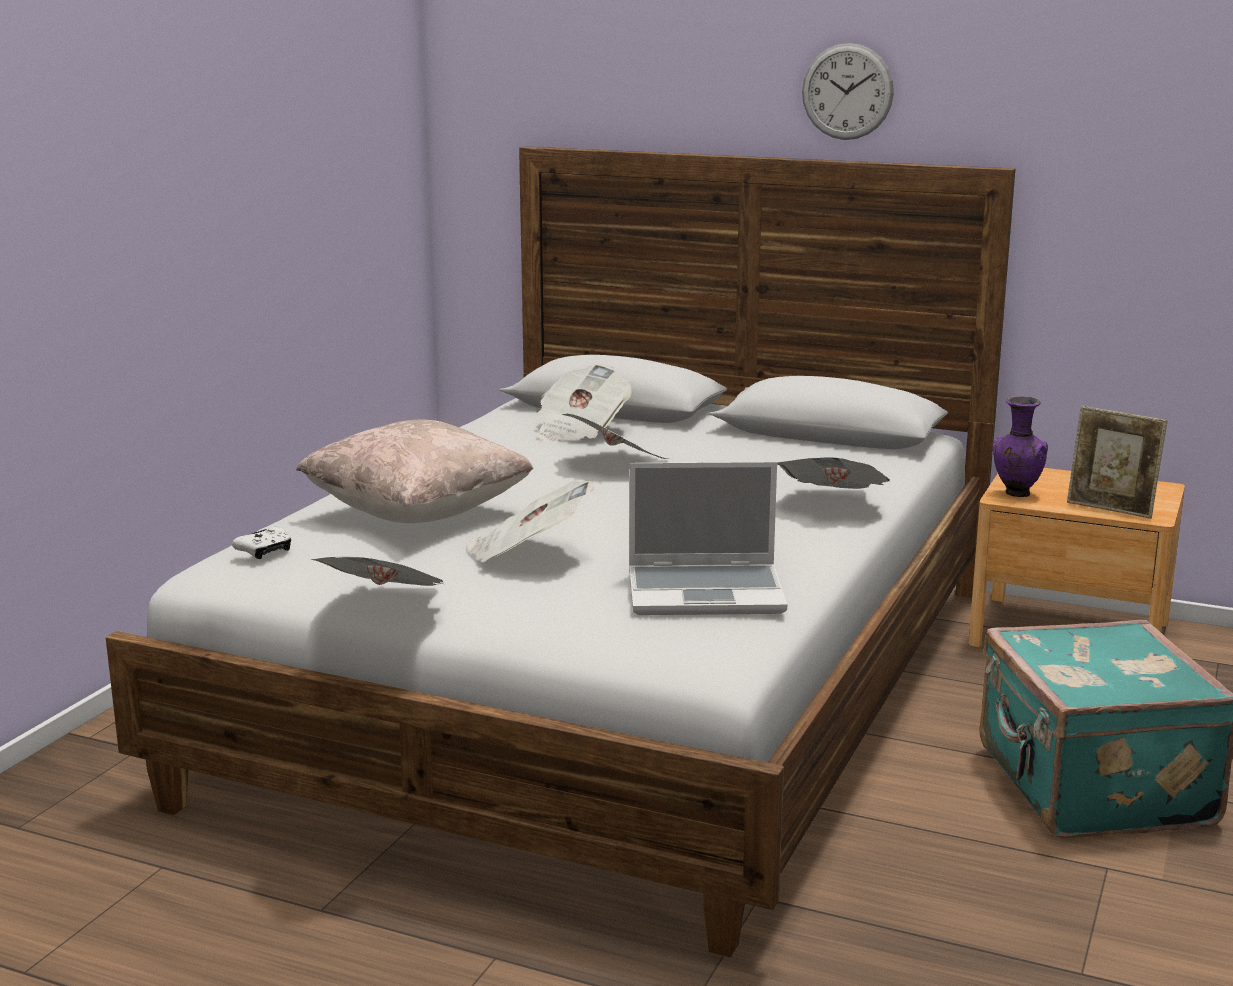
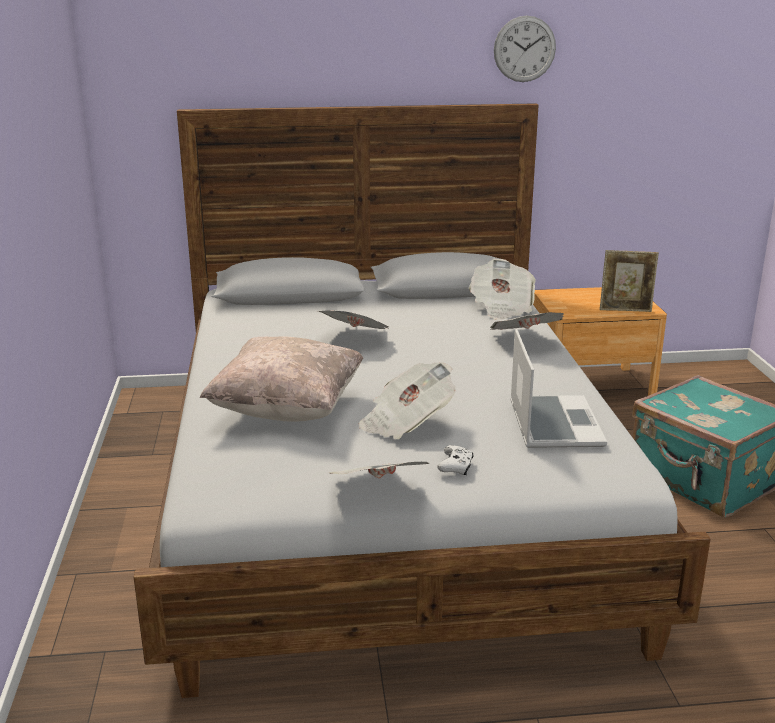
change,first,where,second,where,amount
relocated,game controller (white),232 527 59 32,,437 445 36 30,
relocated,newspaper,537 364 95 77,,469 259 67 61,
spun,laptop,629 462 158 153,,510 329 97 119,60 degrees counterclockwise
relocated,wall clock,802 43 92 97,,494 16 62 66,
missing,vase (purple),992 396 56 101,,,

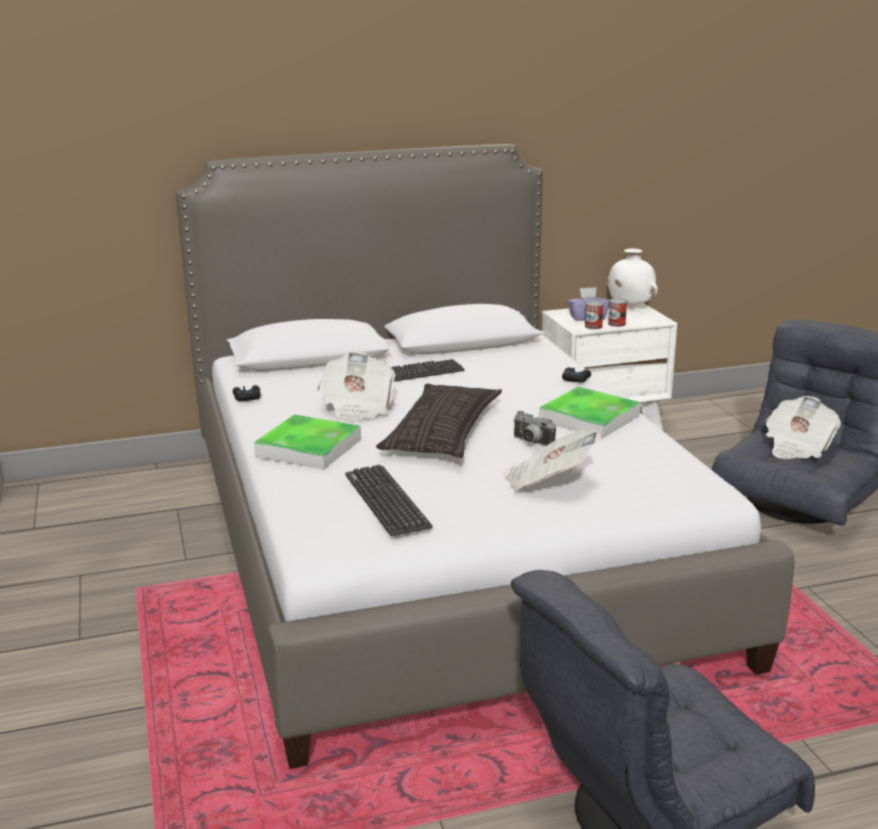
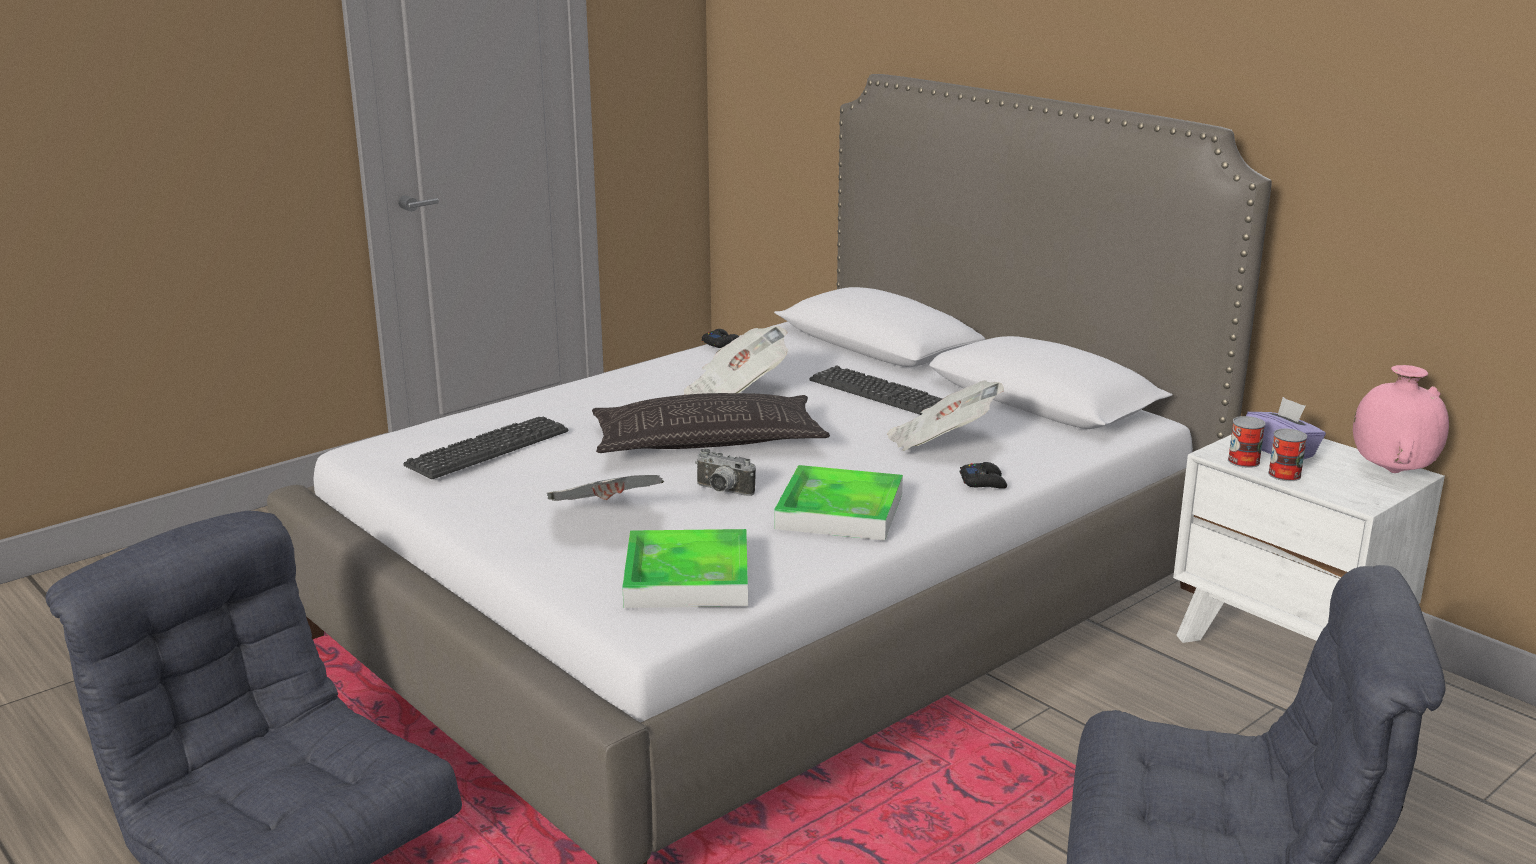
change,first,where,second,where,amount
relocated,tray,254 415 107 54,,622 529 126 79,
spun,photo camera,513 411 43 35,,695 448 61 48,75 degrees counterclockwise
colour,vase (white),606 249 52 59,vase (pink),1353 365 96 108,
relocated,newspaper,766 396 75 63,,887 380 117 71,

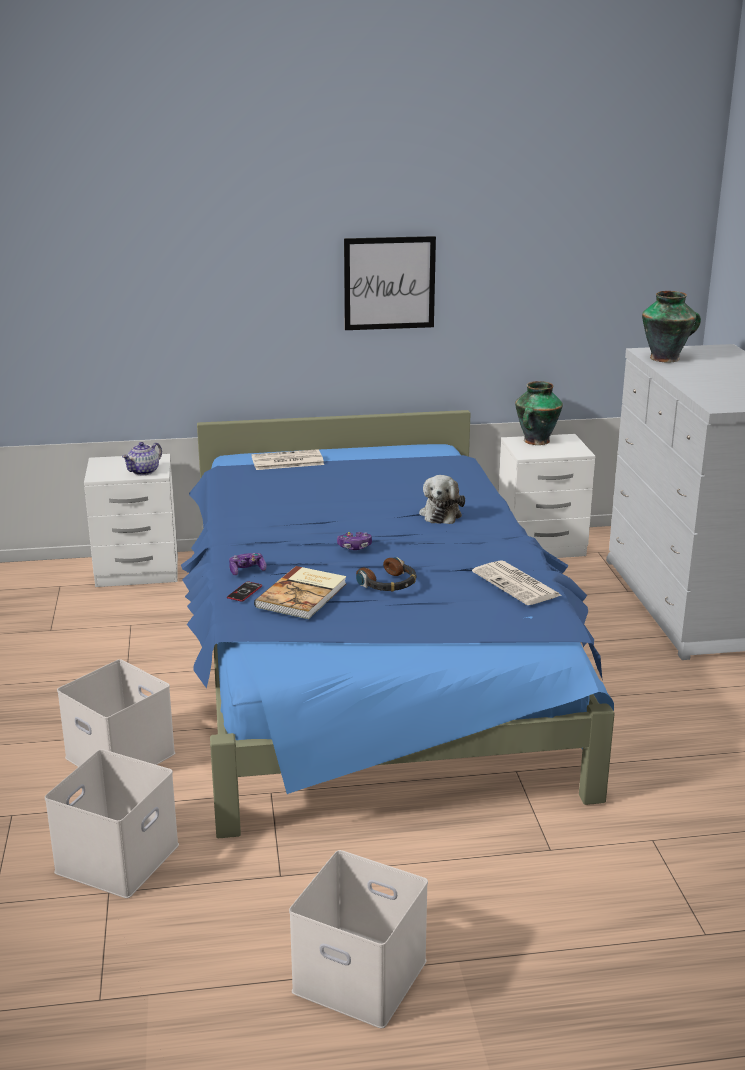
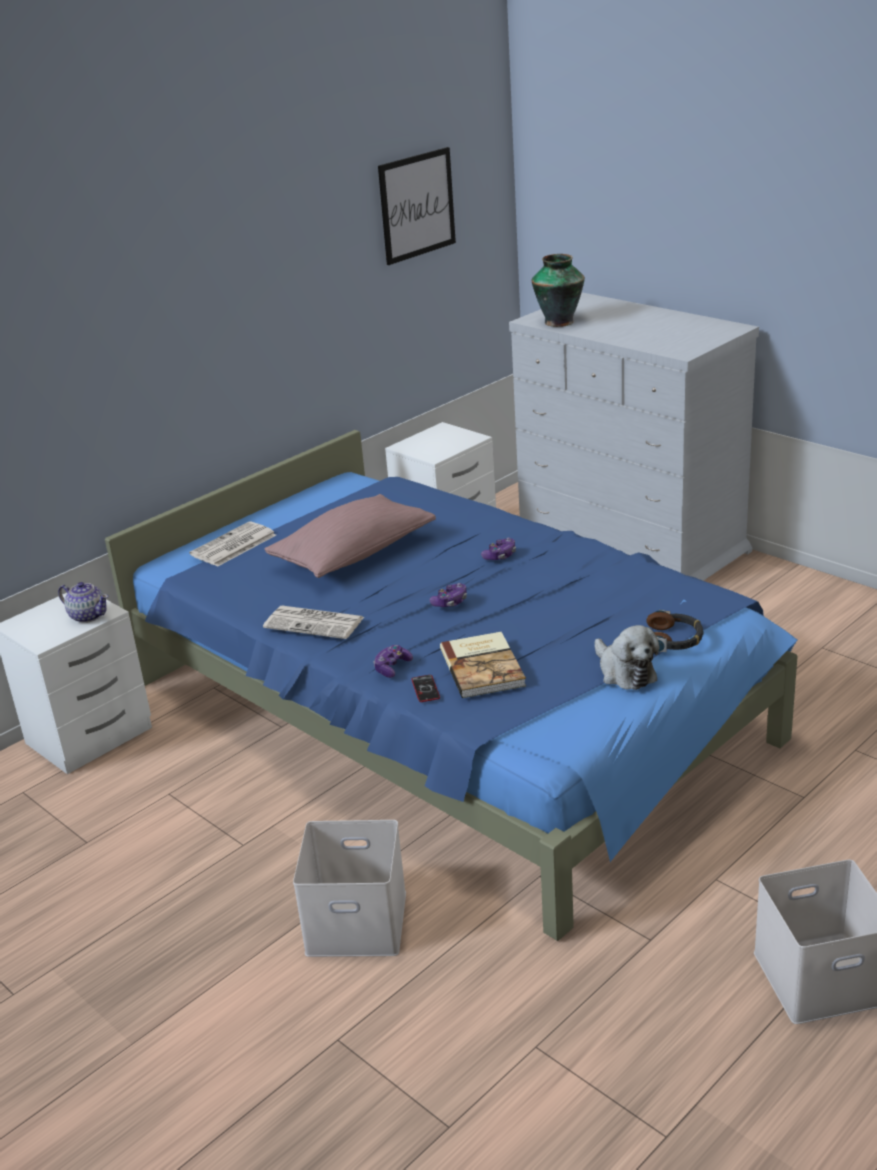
change,first,where,second,where,amount
missing,storage box (white),45 749 134 149,,,
spun,teapot,122 442 40 33,,58 582 50 41,60 degrees counterclockwise
relocated,picture,344 236 92 94,,378 147 78 118,
relocated,headphones,356 557 60 34,,646 610 58 42,
relocated,plush toy,419 475 46 49,,595 625 65 65,
relocated,newspaper,472 560 89 45,,263 605 101 34,
missing,vase,515 381 48 64,,,
appeared,,,pillow (pink),264 494 172 84,
appeared,,,game controller,481 537 35 23,

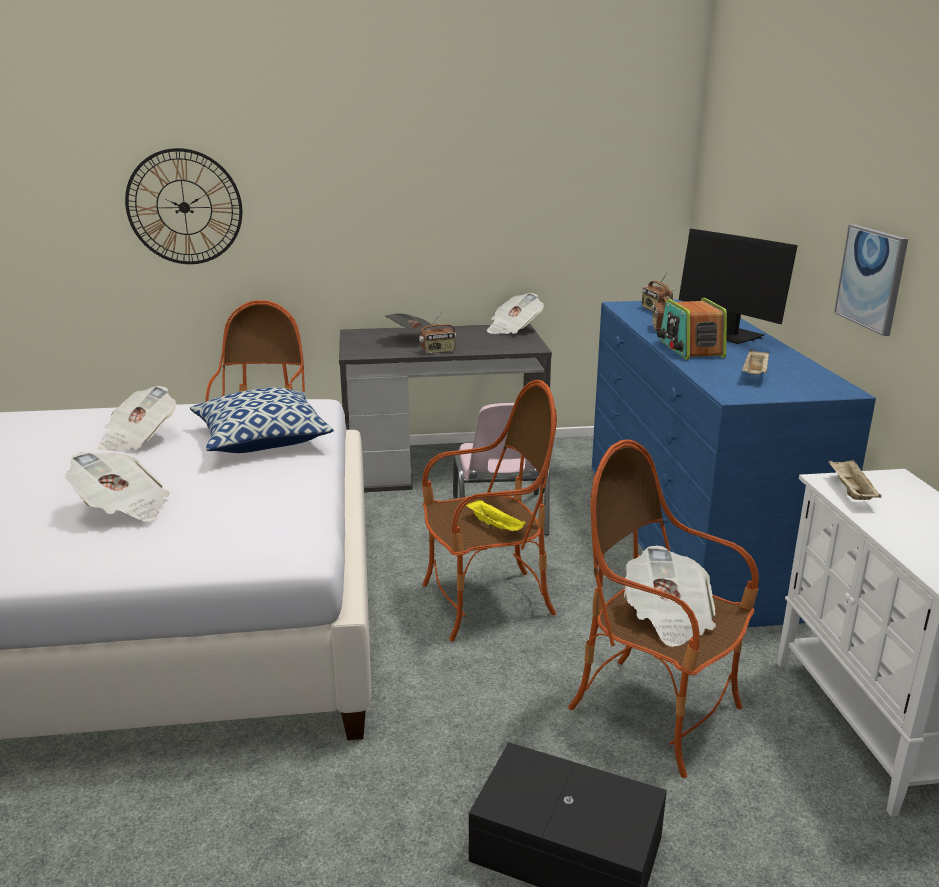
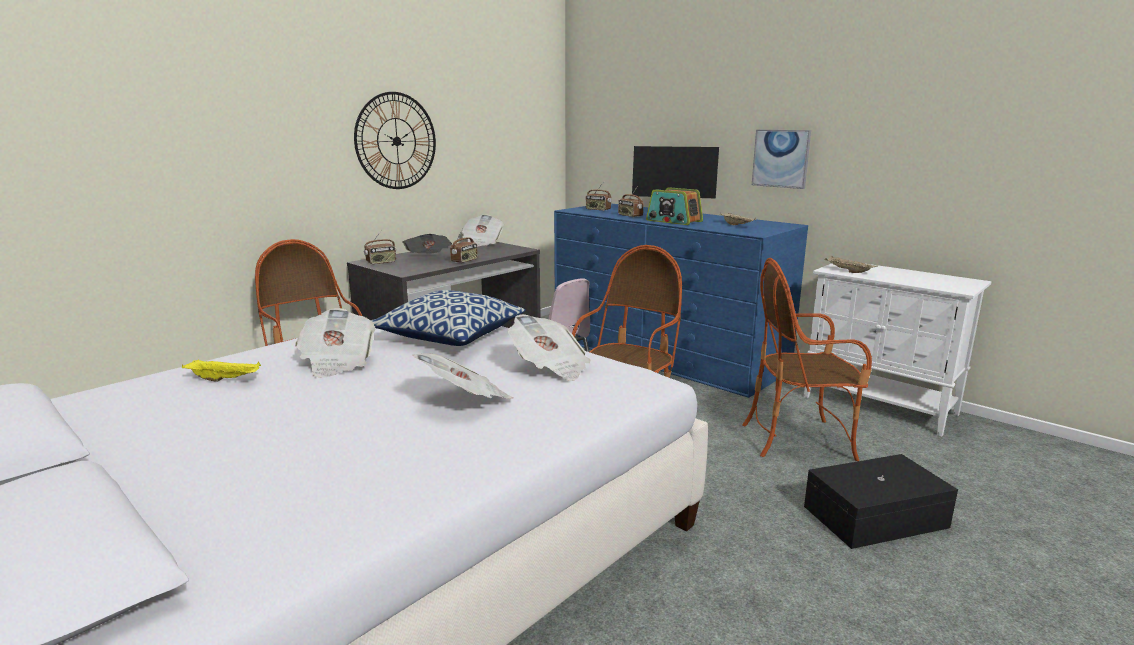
change,first,where,second,where,amount
relocated,wall clock,125 148 117 116,,354 92 82 97,
relocated,tray (yellow),466 500 60 31,,182 359 79 23,
relocated,newspaper,624 546 92 101,,508 314 83 67,
appeared,,,radio,364 230 32 35,

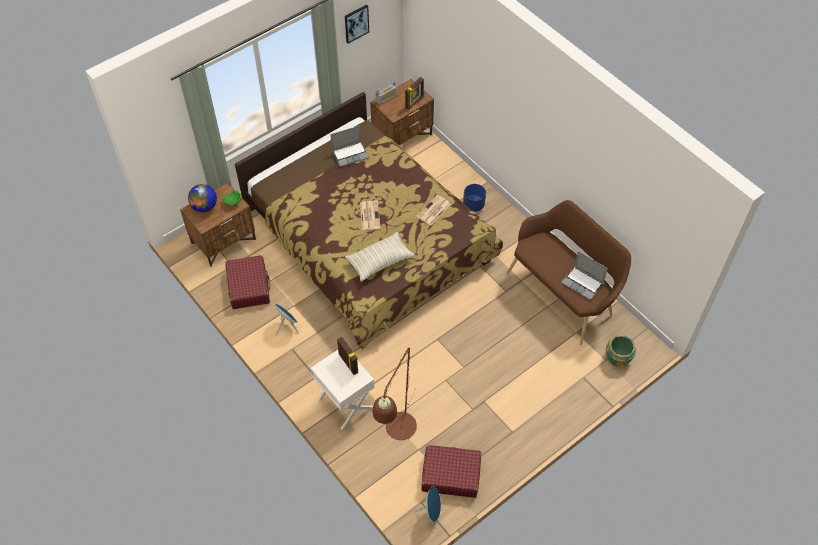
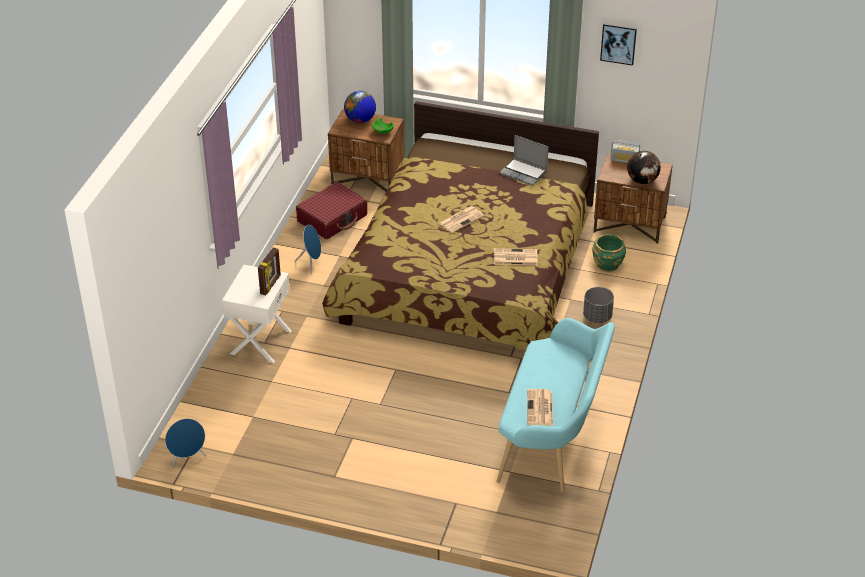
change,first,where,second,where,amount
missing,pillow,345 232 70 50,,,
missing,floor lamp (brown),373 347 54 93,,,
exchanged,picture frame,405 77 19 33,globe,627 151 34 33,
missing,suitcase (red),421 445 60 53,,,
colour,planter (blue),463 184 23 28,planter (grey),583 287 31 36,
colour,bench (brown),506 200 125 145,bench (turquoise),496 318 119 174,
exchanged,laptop,561 251 47 49,newspaper,527 389 26 37,
relocated,planter (green),606 335 30 31,,593 234 33 38,

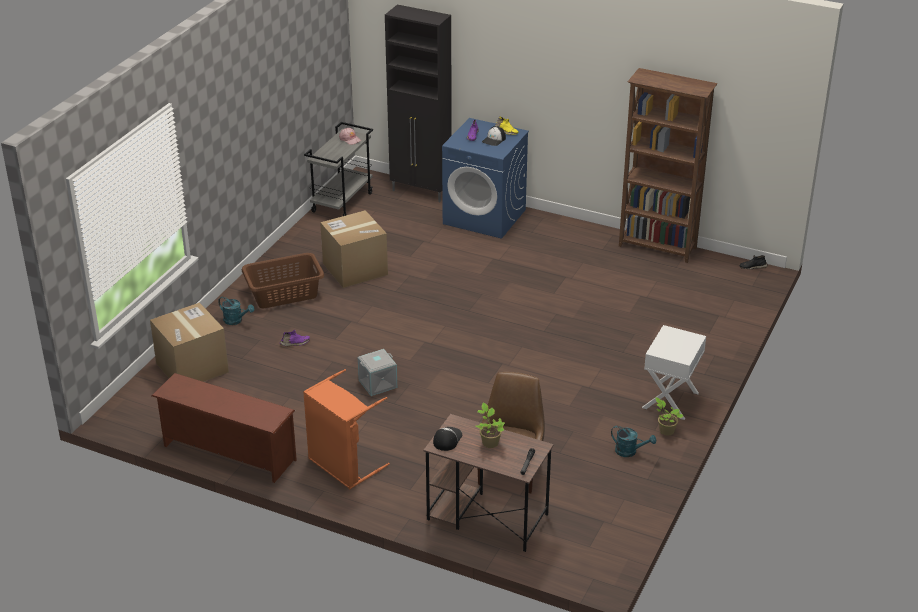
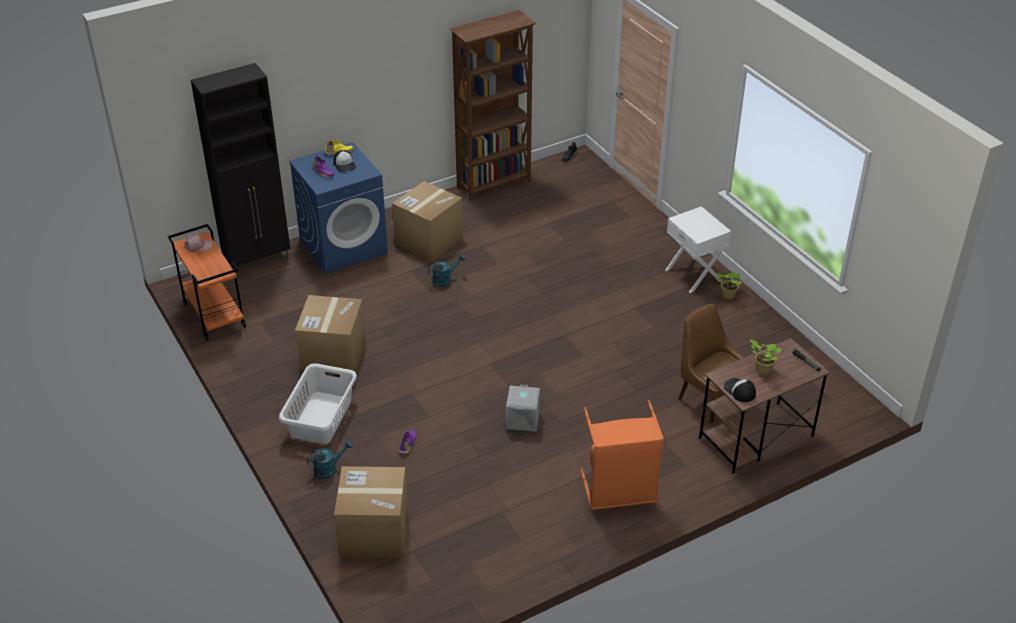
change,first,where,second,where,amount
missing,shoe rack (brown),152 373 145 110,,,
colour,laundry basket (brown),242 253 82 55,laundry basket (white),279 363 78 81,
colour,cart (grey),304 122 69 94,cart (orange),167 224 79 117,
relocated,watering can (turquoise),611 426 45 31,,428 254 37 33,
appeared,,,cardboard box,392 181 71 80,

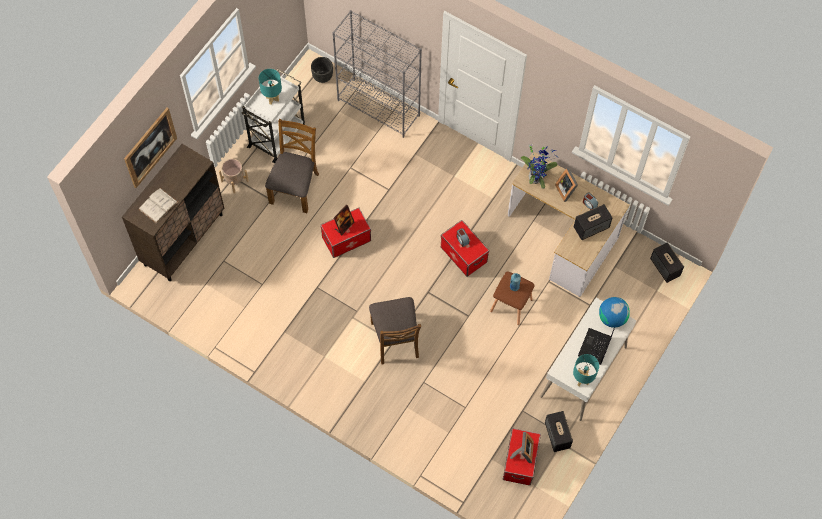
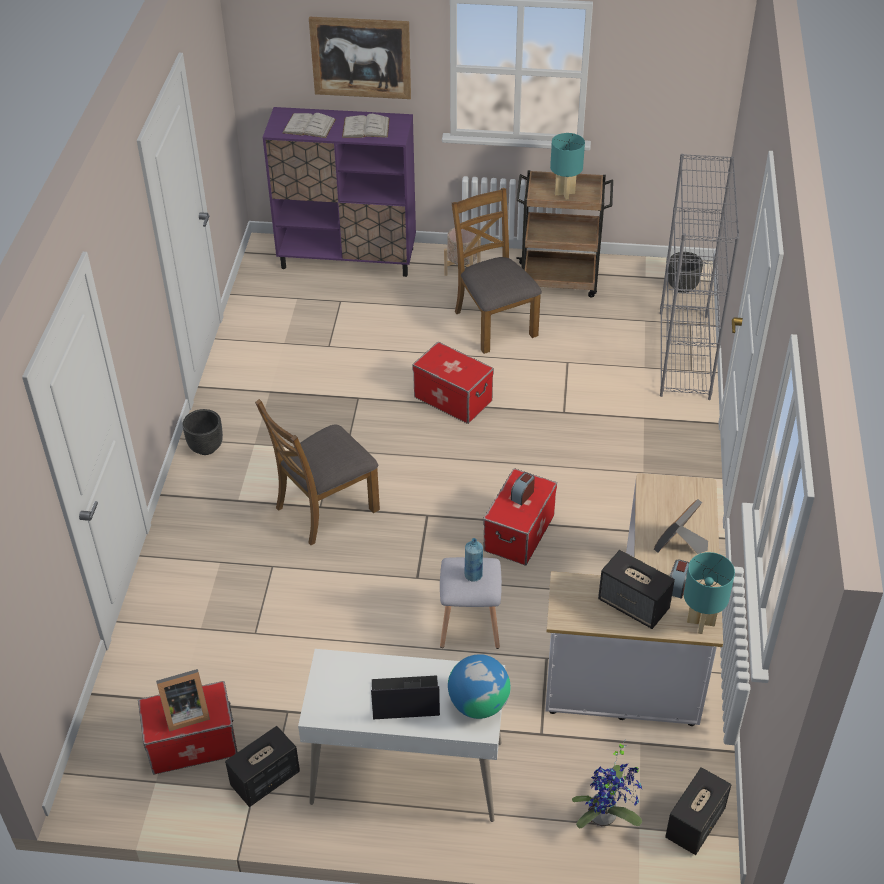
change,first,where,second,where,amount
colour,cabinet (brown),122 144 102 137,cabinet (purple),263 107 153 170,
colour,cart (white),241 69 64 94,cart (brown),516 170 97 128,
spun,chair (brown),265 119 54 94,,452 188 90 166,105 degrees counterclockwise
missing,picture frame,334 204 20 31,,,
colour,stool (brown),490 271 45 54,stool (grey),440 557 62 92,
relocated,potted plant,521 146 37 43,,572 740 71 88,
relocated,table lamp (turquoise),573 354 26 32,,684 552 51 82,
appeared,,,planter (black),182 409 41 46,
appeared,,,book (white),342 114 48 24,

